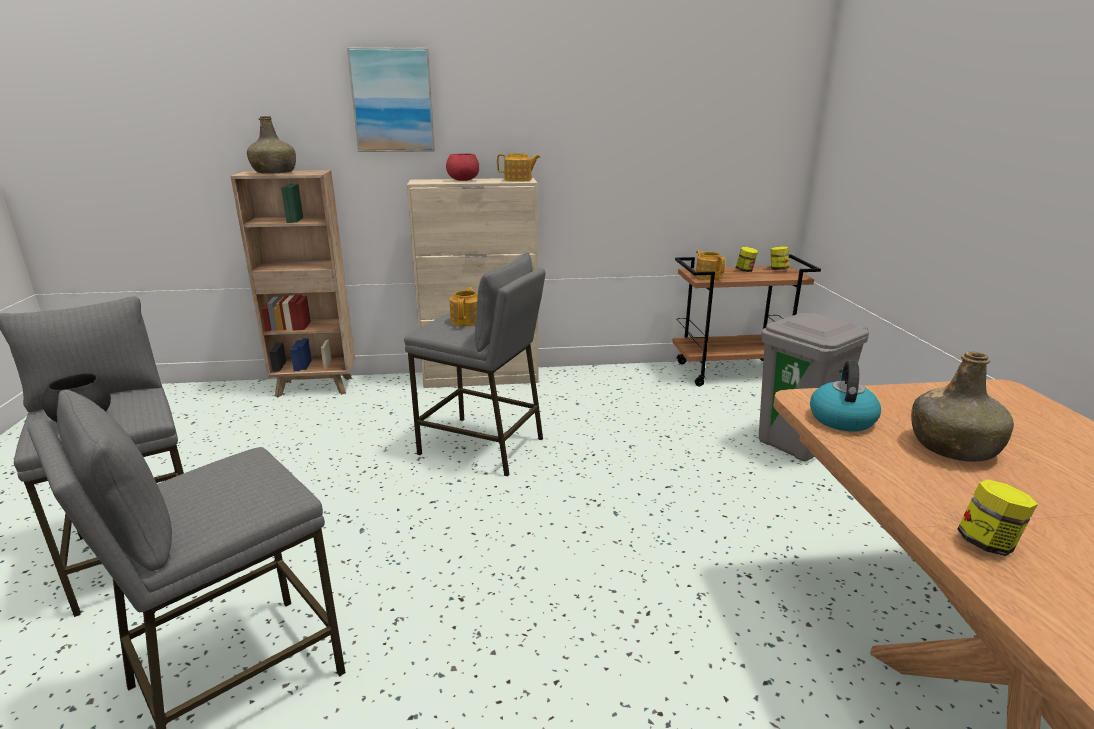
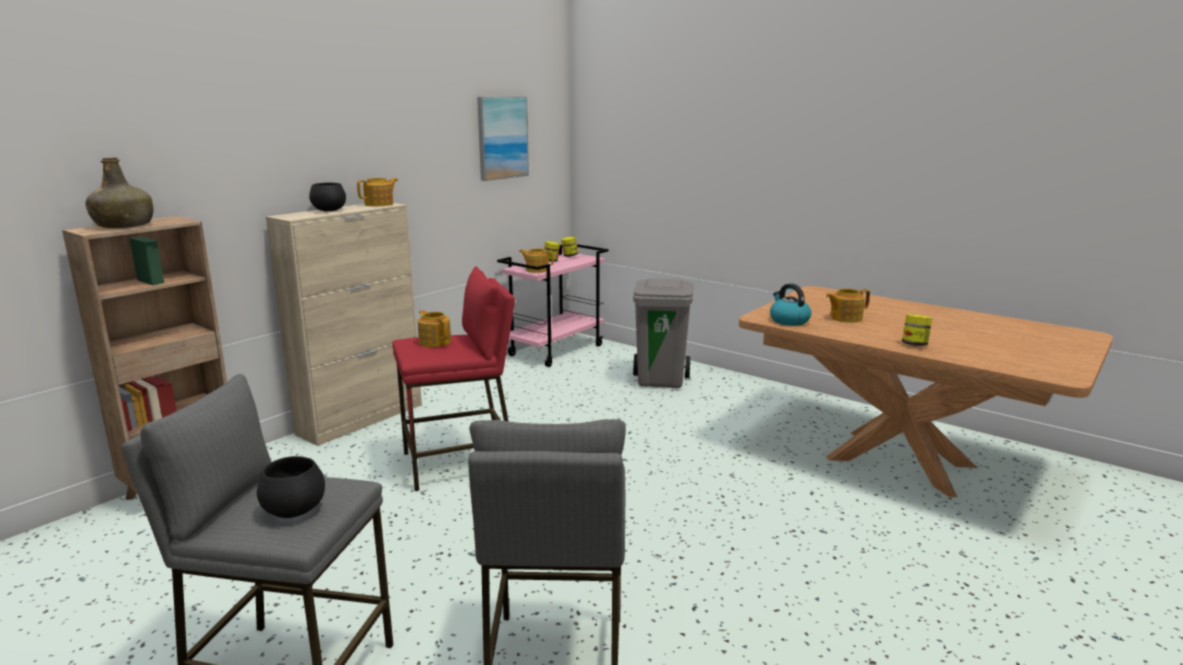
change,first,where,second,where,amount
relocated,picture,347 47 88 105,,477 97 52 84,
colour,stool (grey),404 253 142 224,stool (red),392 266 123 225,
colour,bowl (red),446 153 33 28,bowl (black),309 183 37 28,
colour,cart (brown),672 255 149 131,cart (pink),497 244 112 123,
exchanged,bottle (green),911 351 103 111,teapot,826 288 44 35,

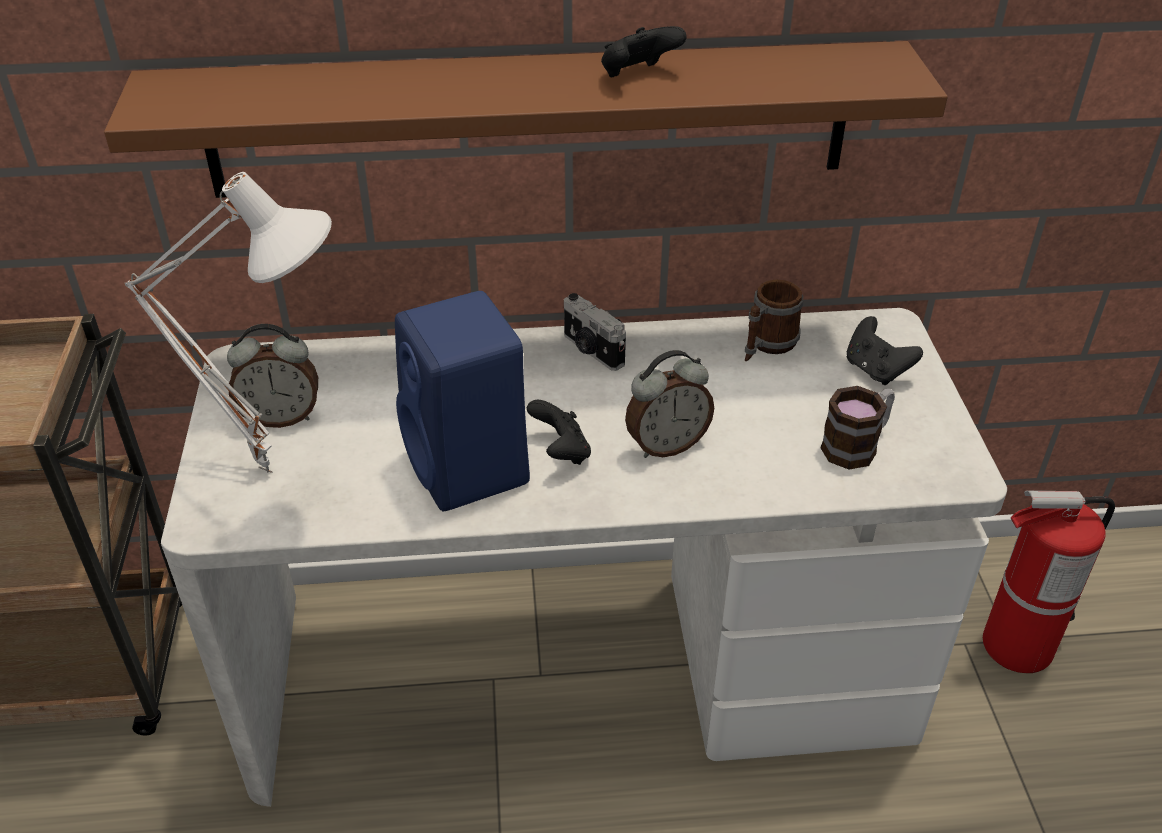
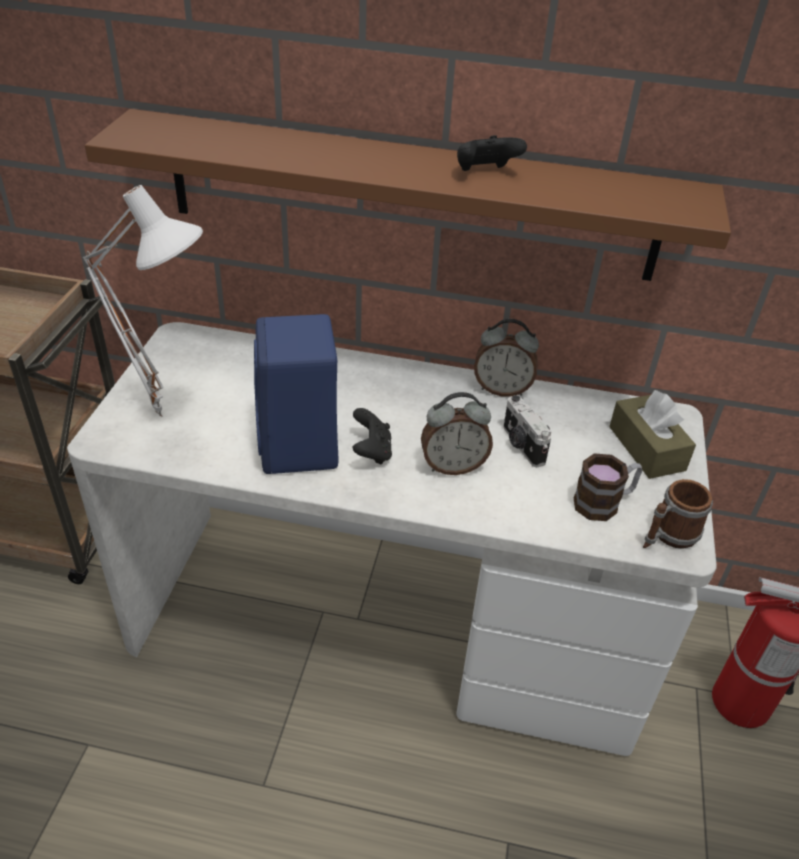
change,first,where,second,where,amount
relocated,alarm clock,227 324 91 104,,474 319 65 78,
relocated,photo camera,564 293 62 78,,503 395 48 72,
relocated,mug,745 280 58 81,,643 479 70 70,
exchanged,game controller (black),847 316 76 69,tissue box (brown),609 390 87 89,

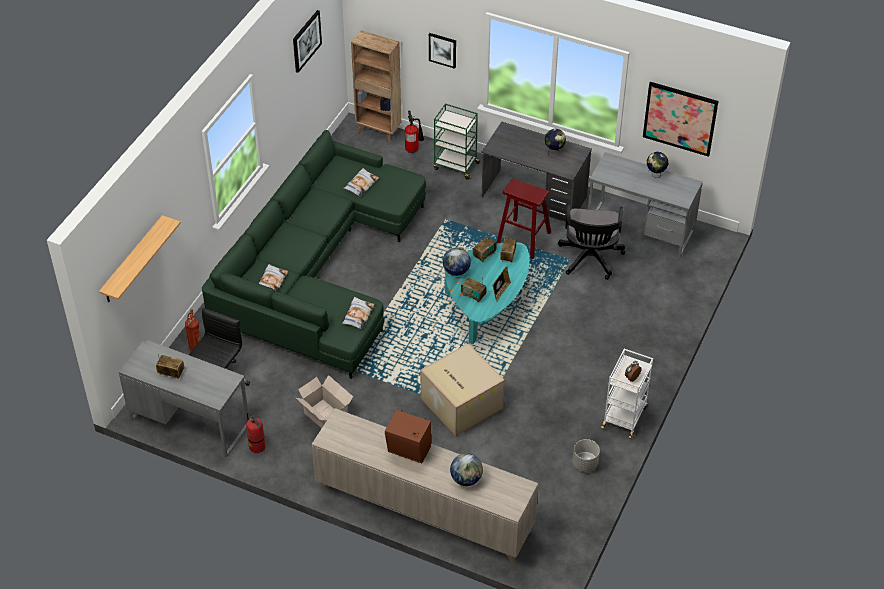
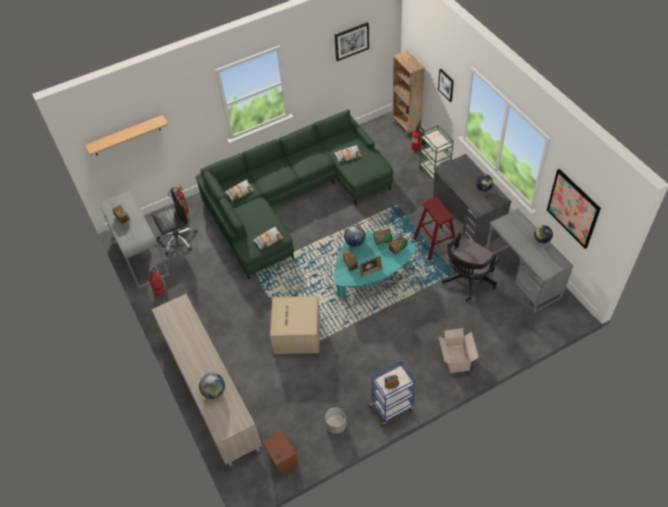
change,first,where,second,where,amount
relocated,cardboard box,296 375 57 53,,438 328 41 45,
relocated,speaker (brown),385 410 46 53,,262 430 37 46,
colour,cart (white),601 349 52 90,cart (blue),368 361 47 65,

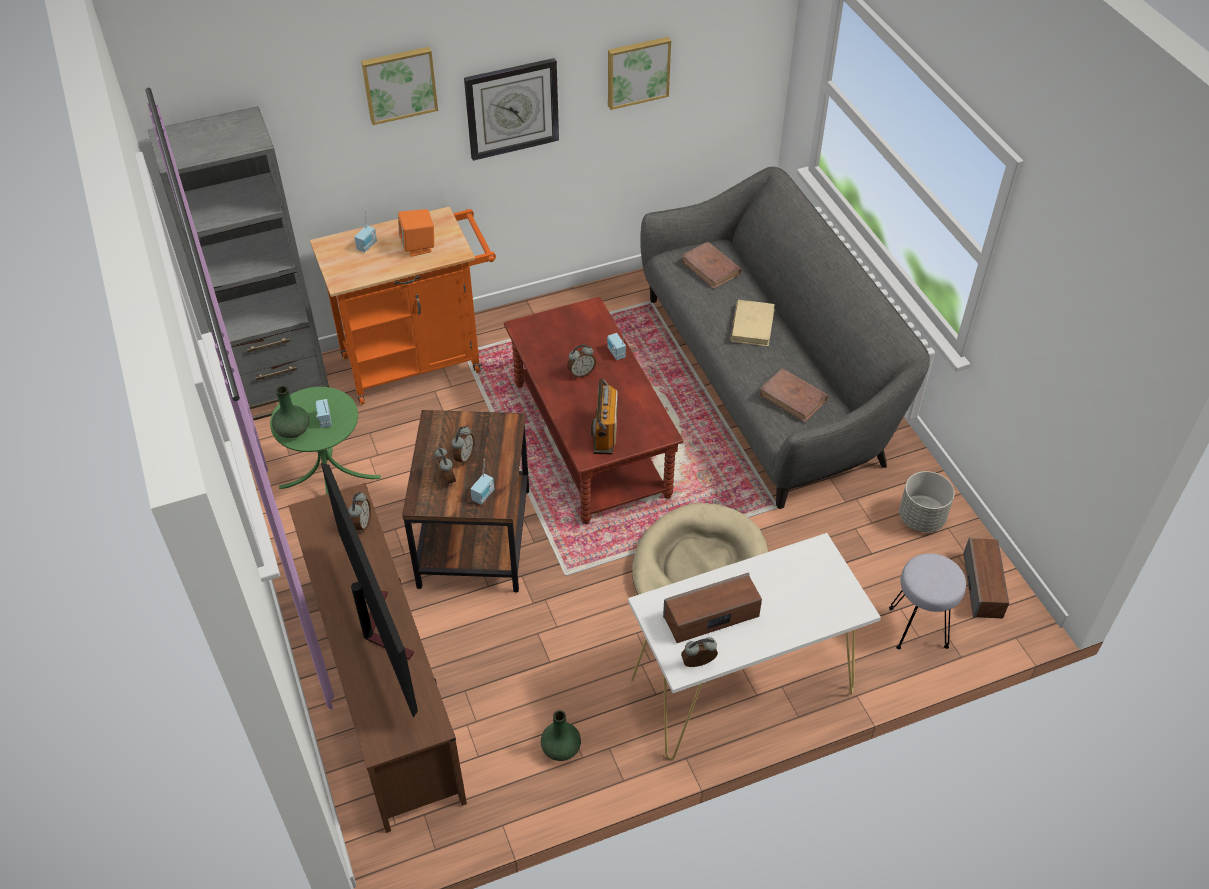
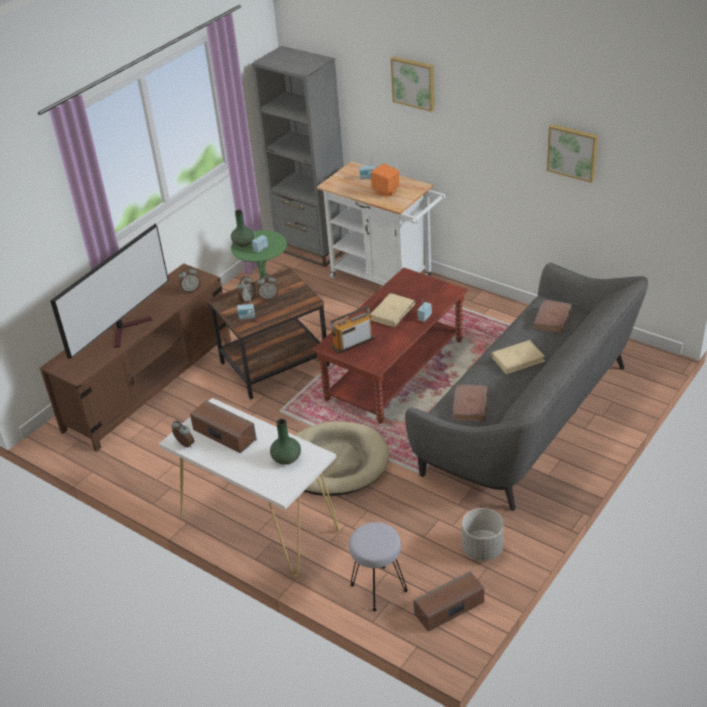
change,first,where,second,where,amount
colour,cart (orange),310 206 186 199,cart (white),317 161 129 124,
missing,wall clock,464 58 95 103,,,
relocated,vase (green),541 710 40 51,,270 419 31 46,
exchanged,alarm clock,567 344 29 34,book (beige),371 293 44 34,

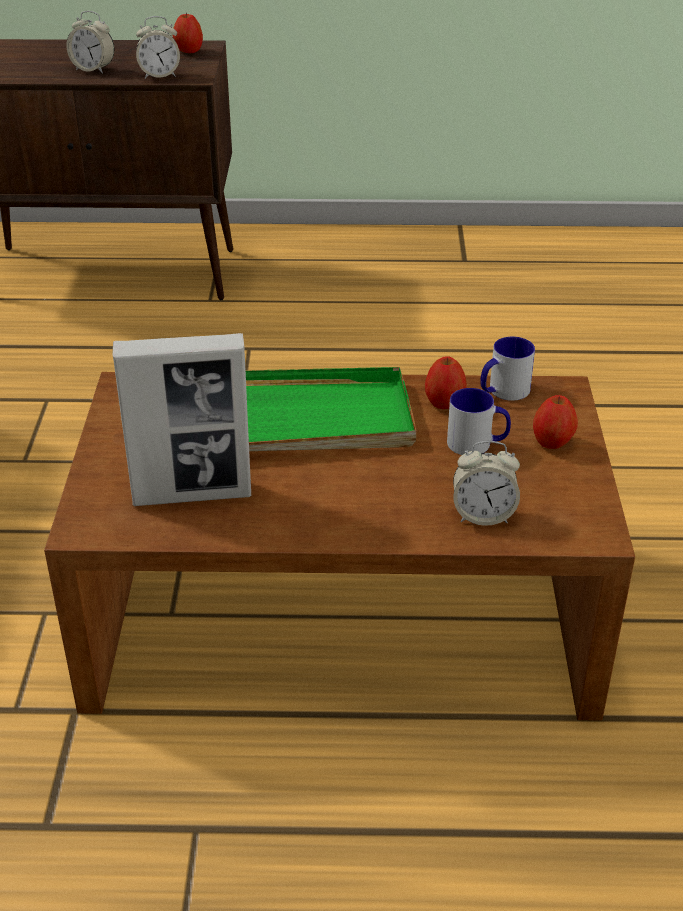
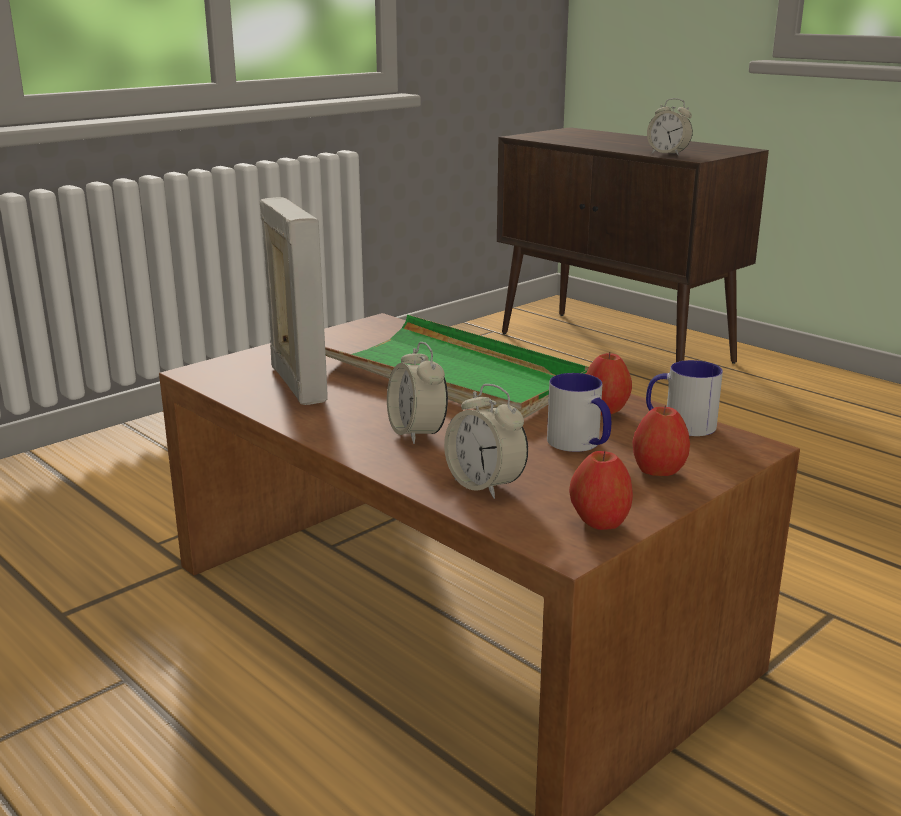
change,first,where,second,where,amount
relocated,alarm clock,66 11 48 63,,387 342 61 102,
spun,picture frame,112 333 139 173,,260 197 68 208,150 degrees counterclockwise
relocated,apple,172 13 31 40,,569 451 64 79,

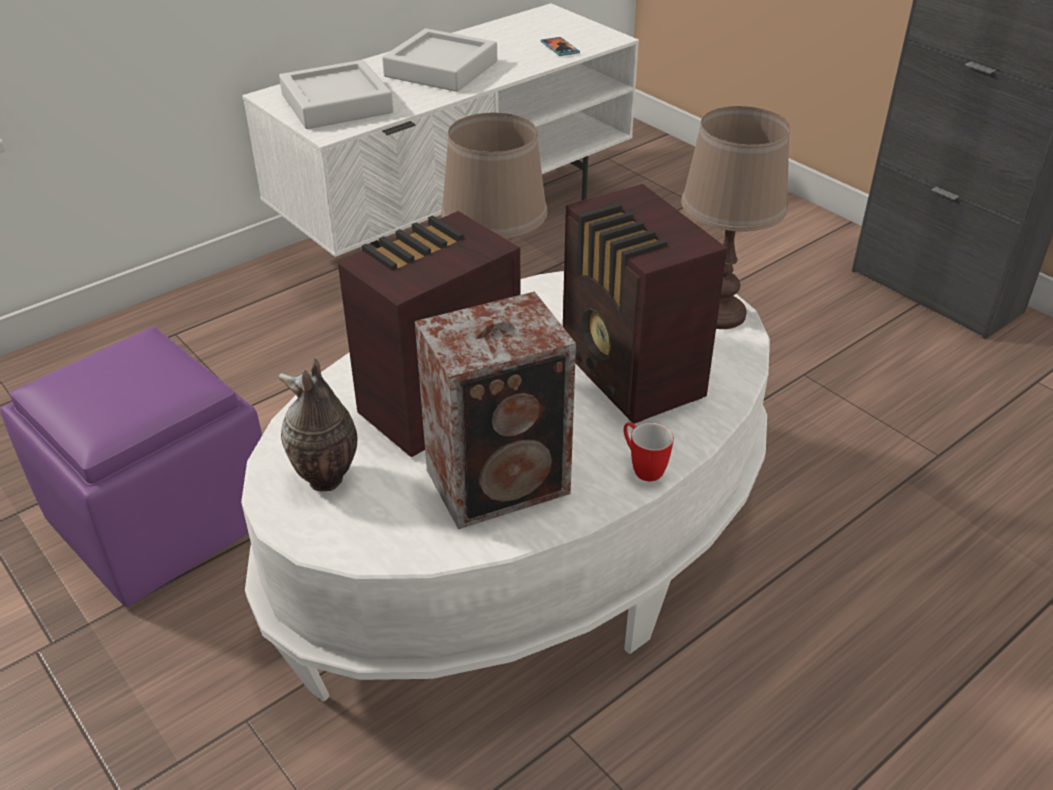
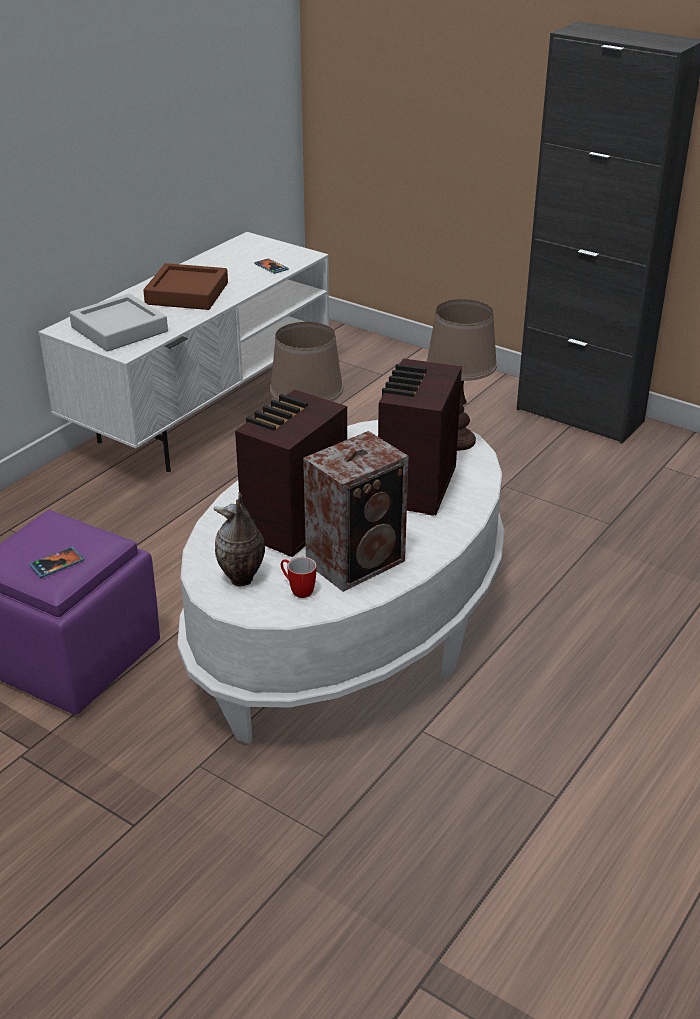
change,first,where,second,where,amount
colour,tray (grey),382 28 115 64,tray (brown),143 263 85 47,
spun,radio,563 184 164 240,,378 358 84 158,60 degrees clockwise
relocated,mug,624 422 50 59,,281 557 36 41,
appeared,,,phone,29 547 55 31,

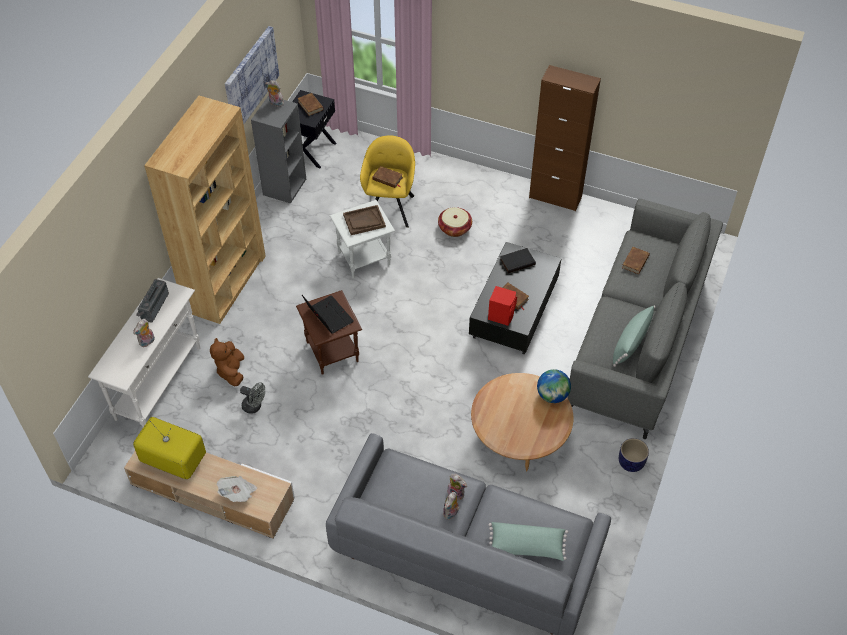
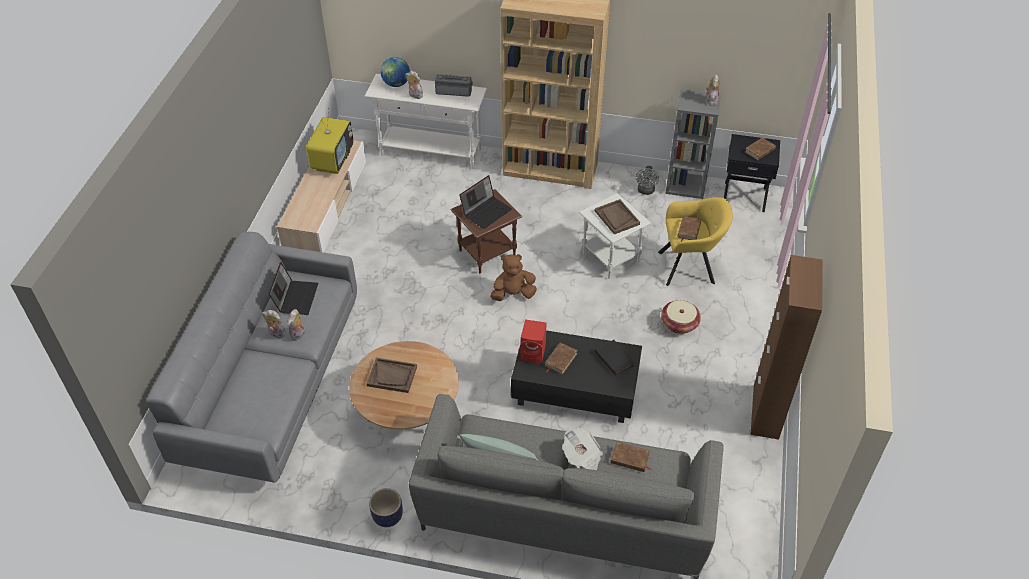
change,first,where,second,where,amount
relocated,plush toy (brown),210 338 34 48,,490 254 47 47,
relocated,newspaper,217 476 40 26,,562 428 41 42,
missing,picture,225 26 54 99,,,
relocated,fan (grey),240 382 25 32,,636 166 23 29,
missing,pillow (green),488 522 80 39,,,
relocated,globe,537 369 34 34,,381 57 29 30,
appeared,,,laptop,269 262 49 53,
appeared,,,tray (brown),366 358 51 35,

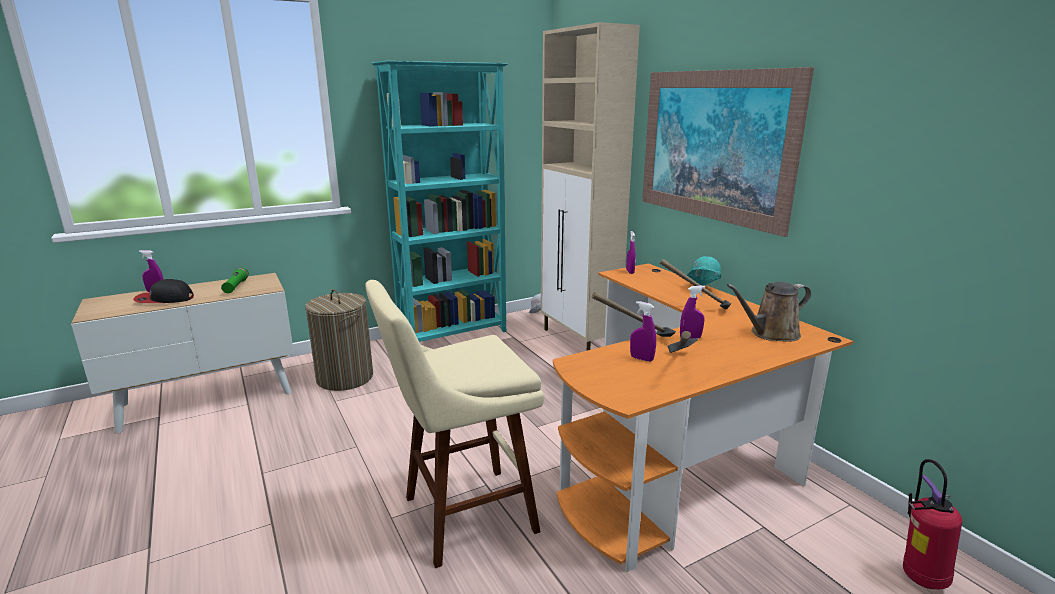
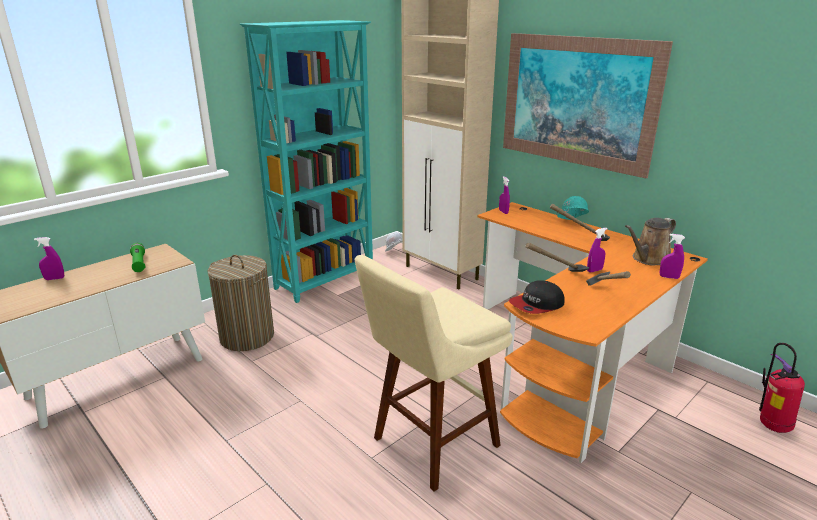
change,first,where,second,where,amount
relocated,cap,134 279 60 24,,509 280 56 34,
relocated,spray bottle (purple),630 301 26 61,,660 234 25 45,

